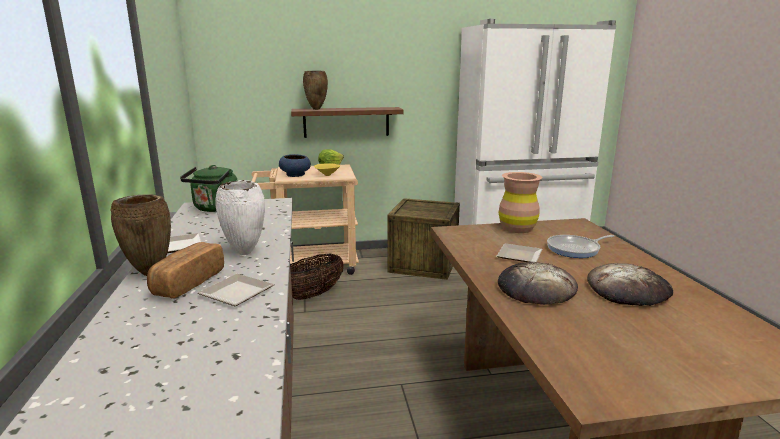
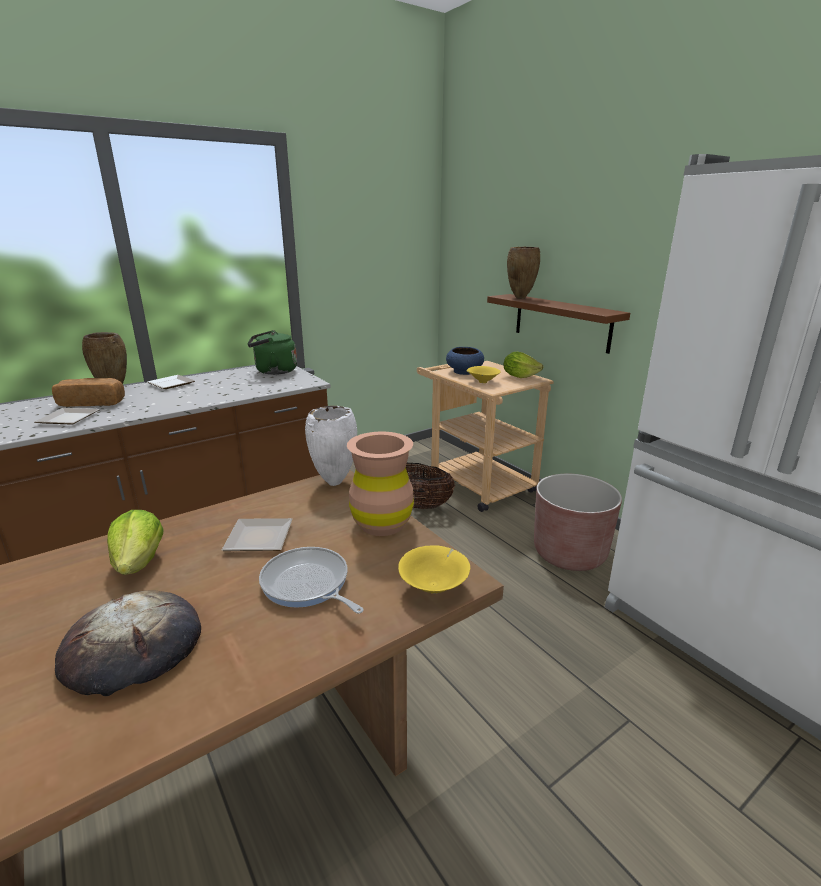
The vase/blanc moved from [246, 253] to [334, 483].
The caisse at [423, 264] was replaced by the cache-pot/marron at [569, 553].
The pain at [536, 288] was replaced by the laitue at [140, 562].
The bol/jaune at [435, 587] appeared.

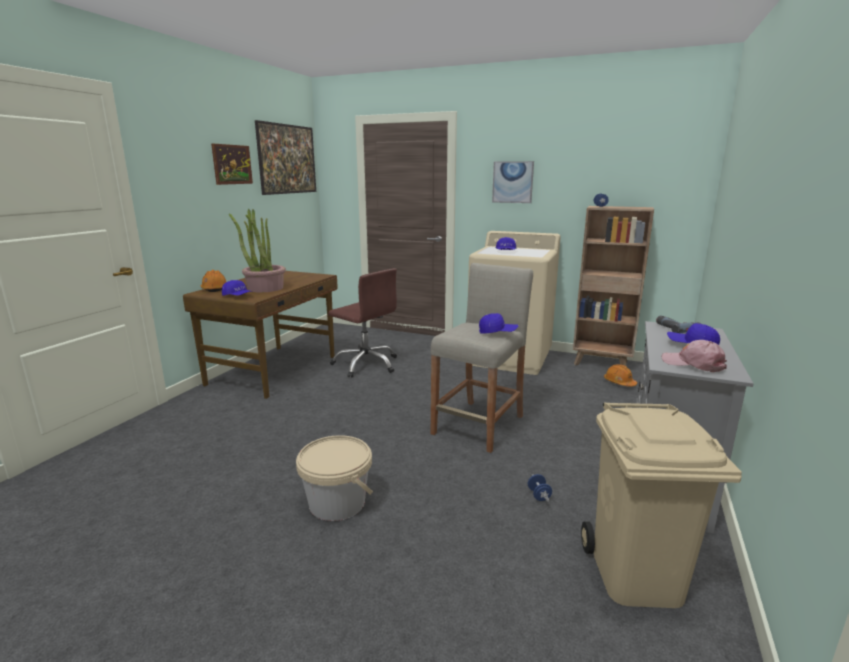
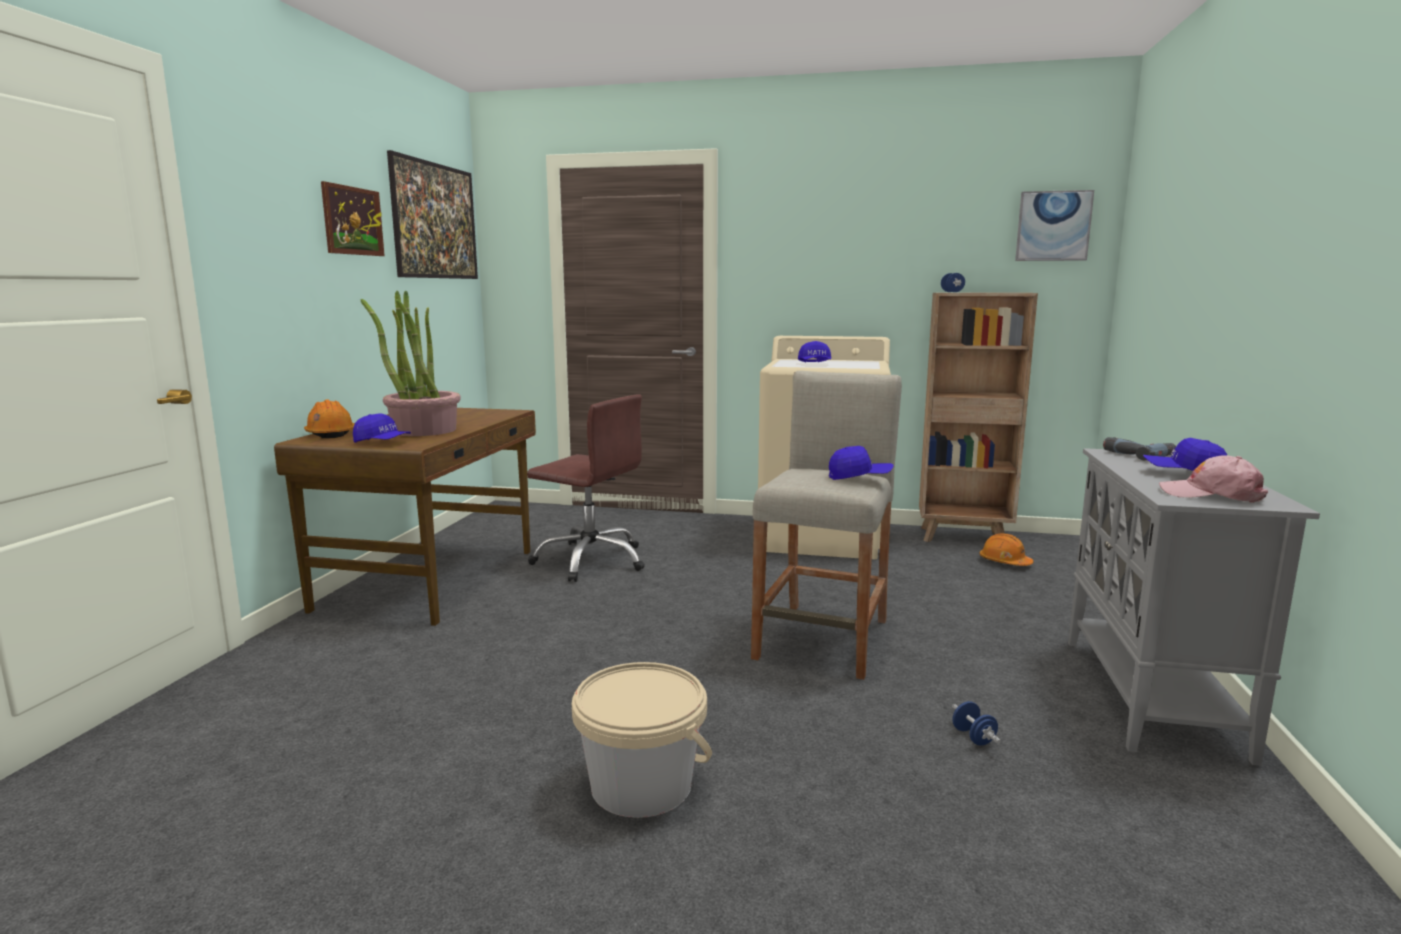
The tableau moved from [512, 182] to [1053, 226].
The poubelle/beige at [634, 574] disappeared.

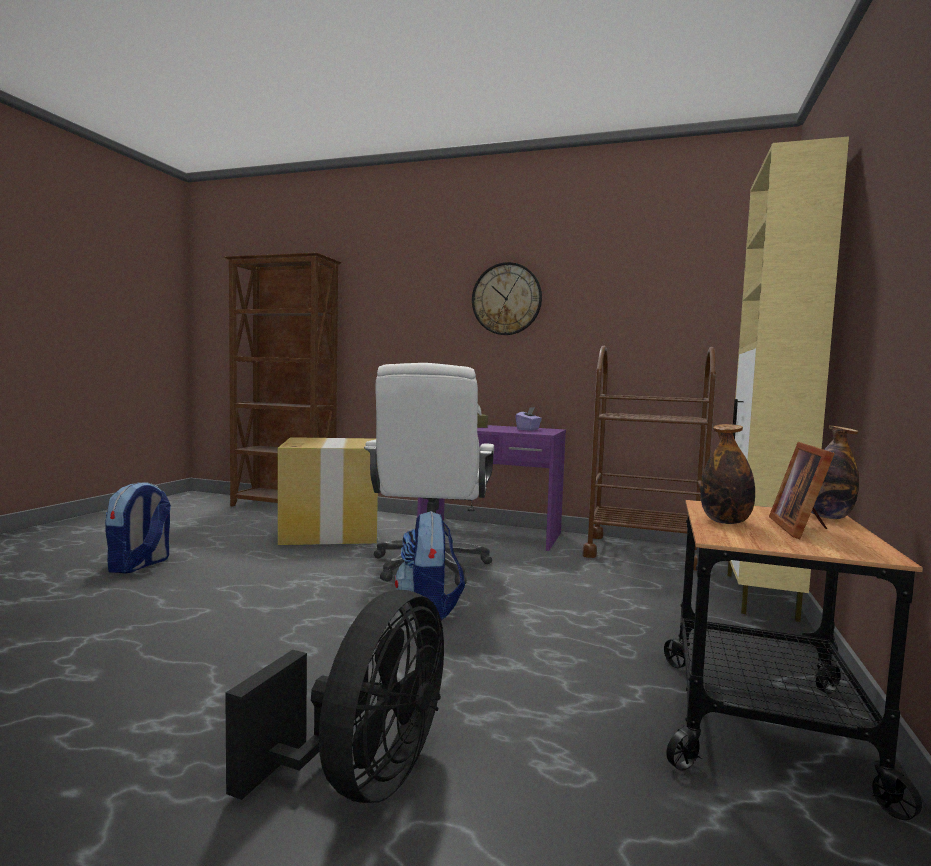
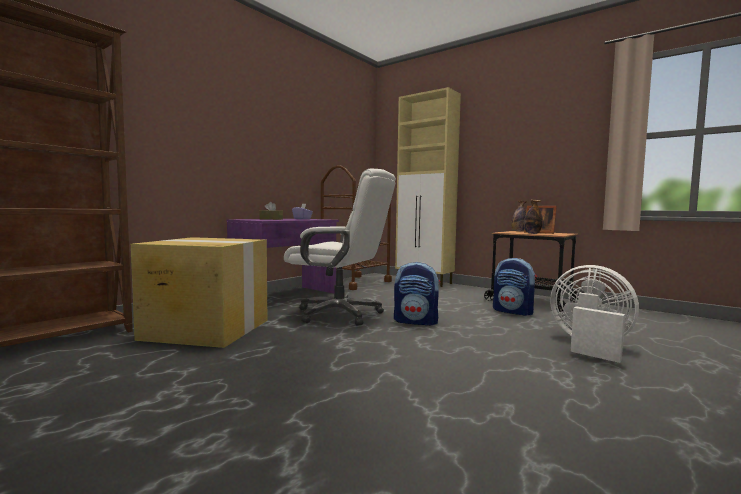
The sac à dos moved from [139, 565] to [513, 311].
The ventilateur/noir at [362, 779] became the ventilateur/blanc at [590, 345].
The horloge murale at [506, 299] disappeared.

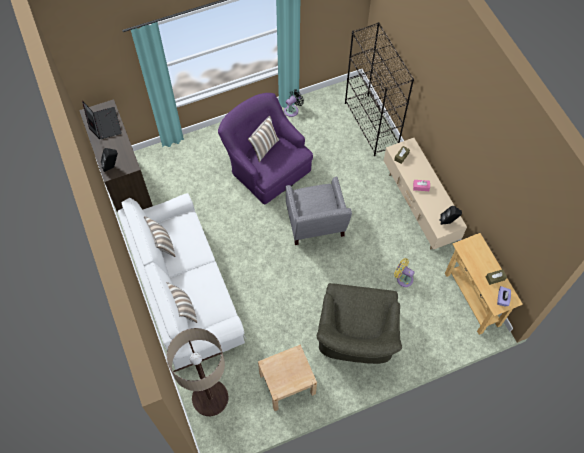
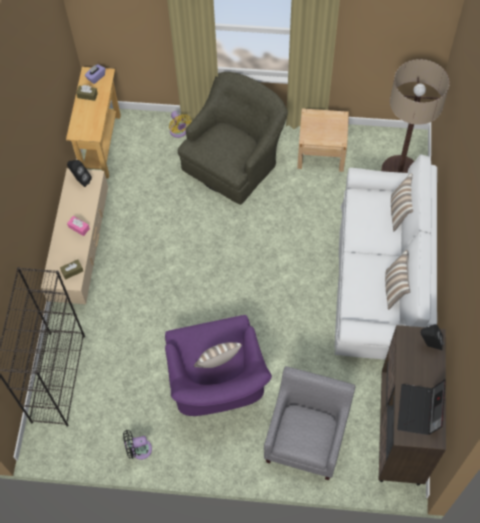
The fauteuil/gris moved from [315, 226] to [307, 438].
The ventilateur/jaune moved from [403, 278] to [179, 132].

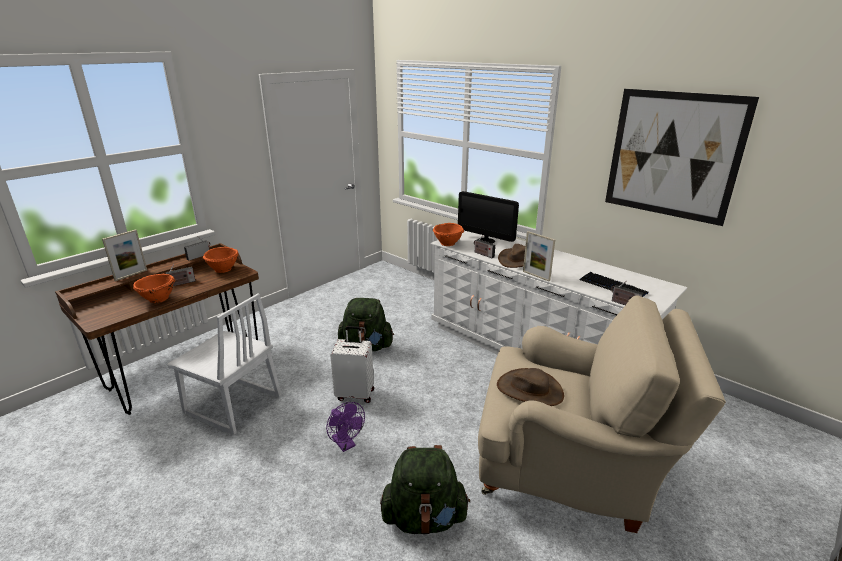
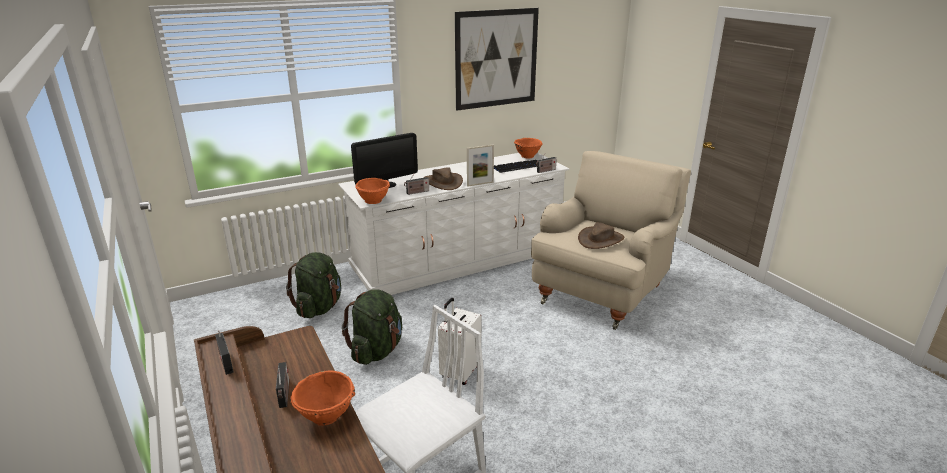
The cadre photo at [131, 275] disappeared.
The bol/orange moved from [224, 269] to [527, 156].
The ventilateur/violet at [346, 444] disappeared.
The sac à dos/vert moved from [424, 518] to [319, 308].

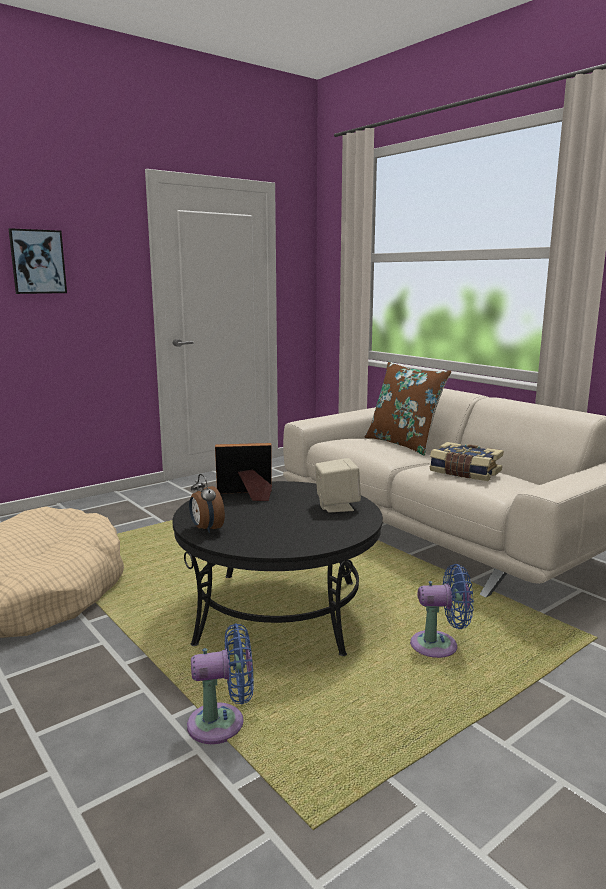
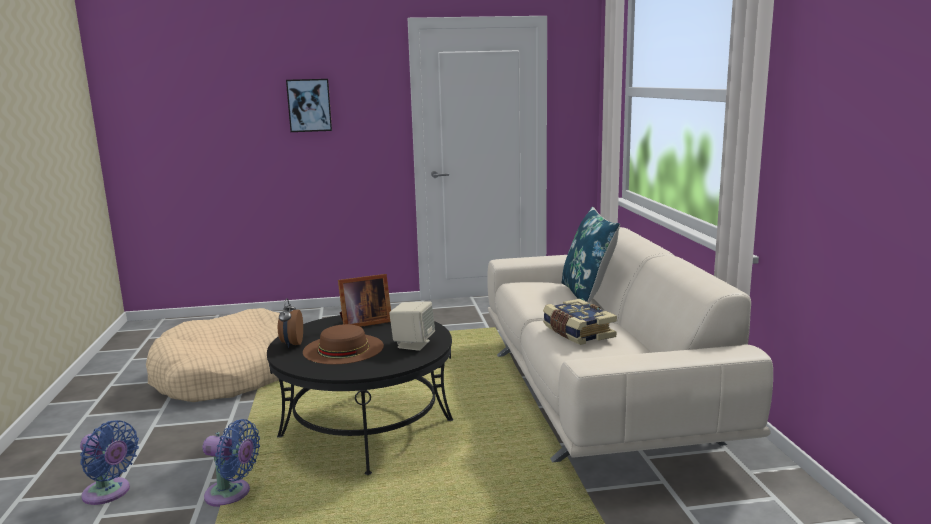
The cadre photo at [247, 495] turned 135 degrees clockwise.
The coussin/marron at [404, 444] became the coussin/bleu at [587, 295].
The ventilateur/bleu moved from [439, 645] to [109, 493].
The chapeau/marron at [343, 349] appeared.

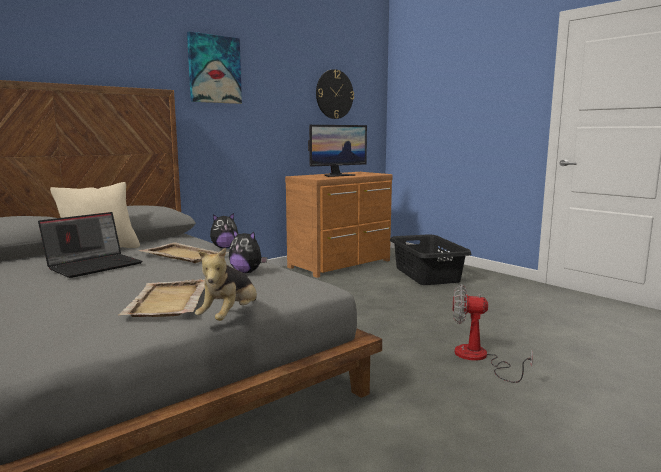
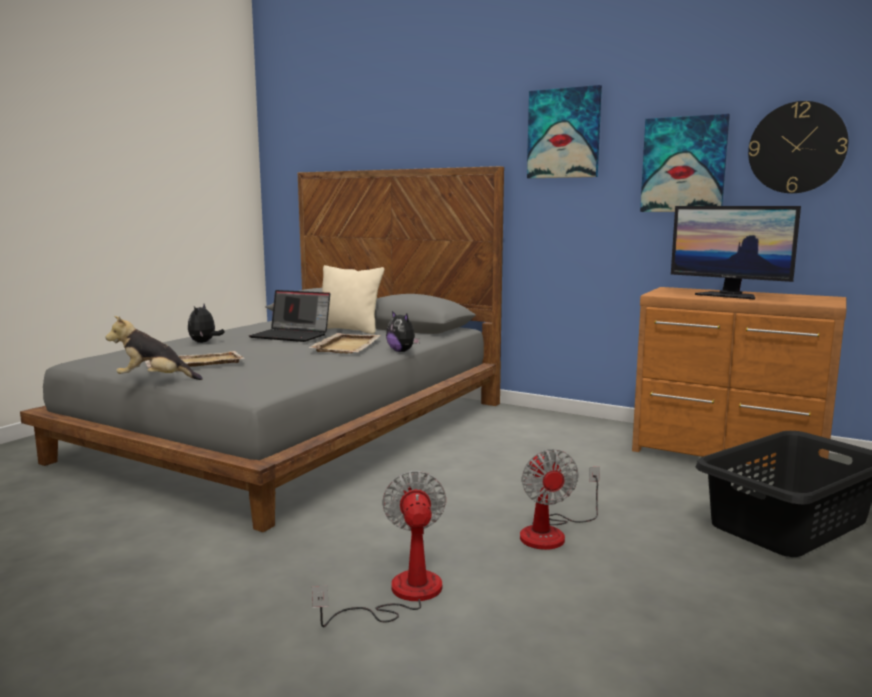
The peluche moved from [247, 272] to [204, 342].
The ventilateur at [552, 533] appeared.
The tableau at [683, 165] appeared.

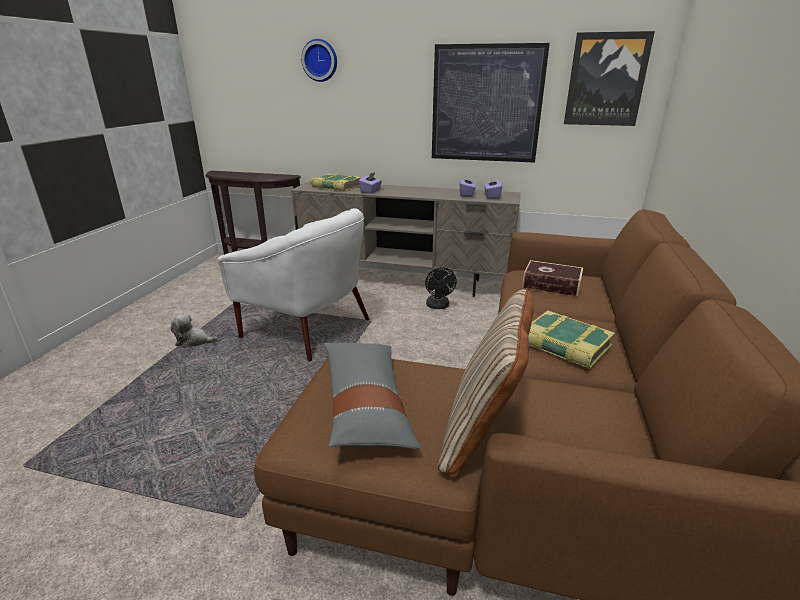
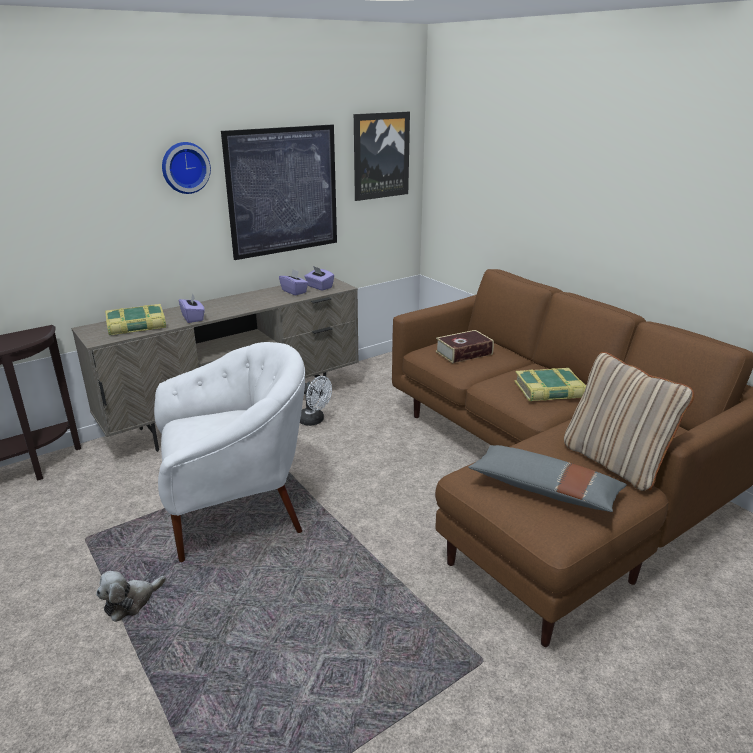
The horloge murale moved from [320, 60] to [185, 167].
The ventilateur/noir at [438, 306] became the ventilateur/blanc at [314, 421].

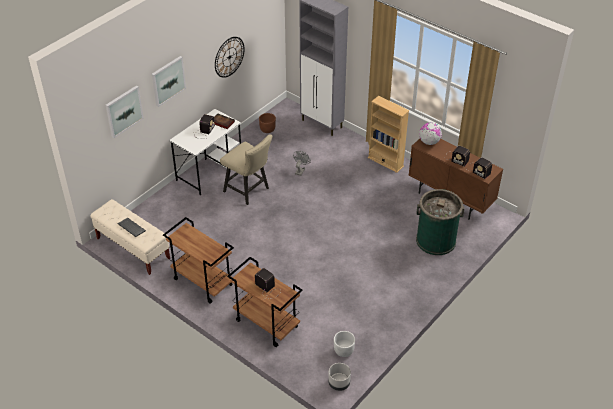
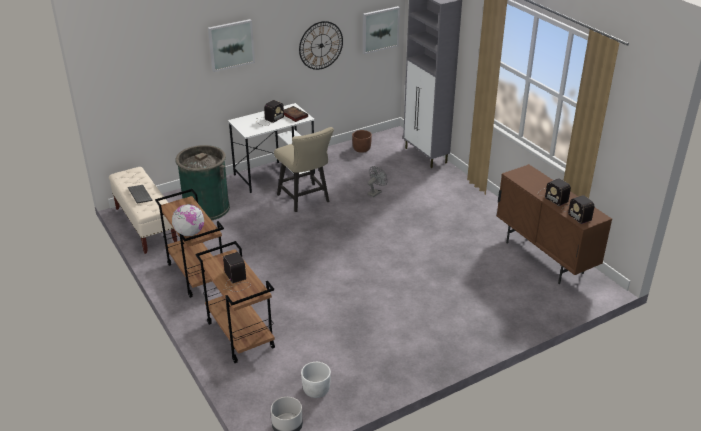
The tableau moved from [124, 111] to [380, 29].
The bibliothèque/beige at [385, 162] disappeared.
The poubelle/vert moved from [435, 240] to [206, 208].
The globe moved from [429, 142] to [189, 233].

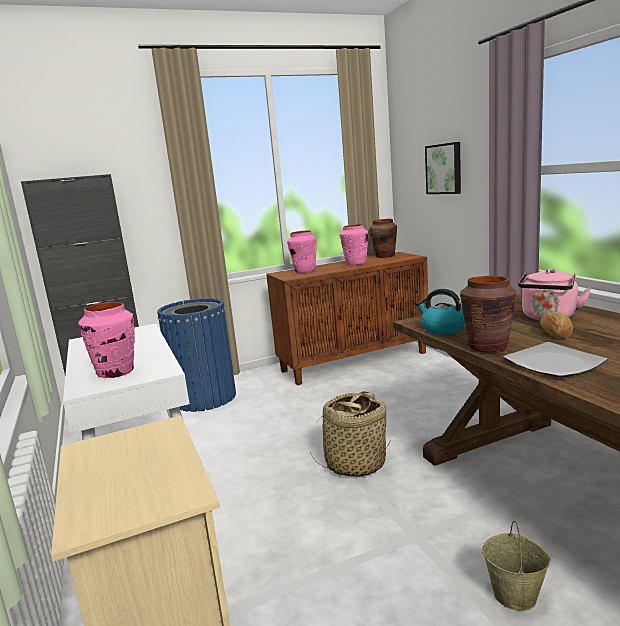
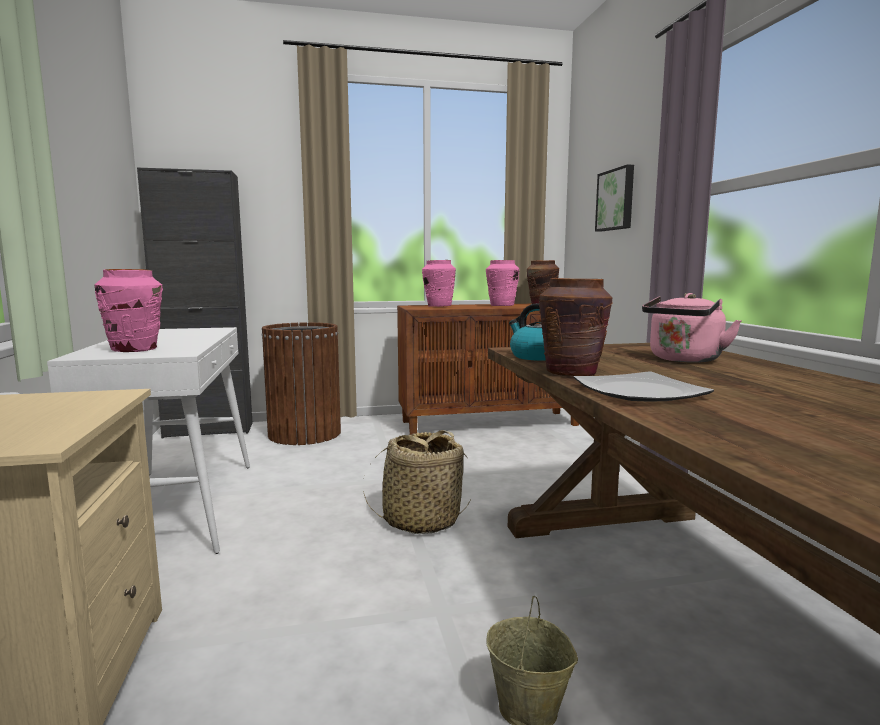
The poubelle/bleu at [205, 398] became the poubelle/marron at [305, 434].
The pain at [555, 334] disappeared.

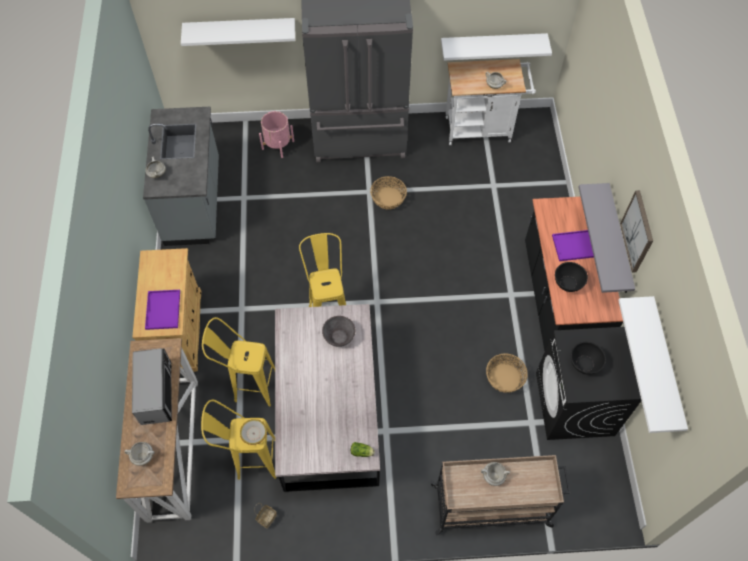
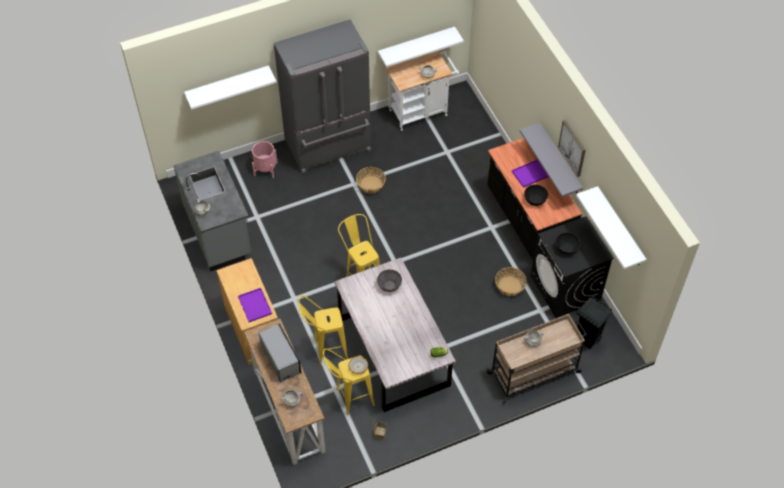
The poubelle/noir at [588, 339] appeared.

